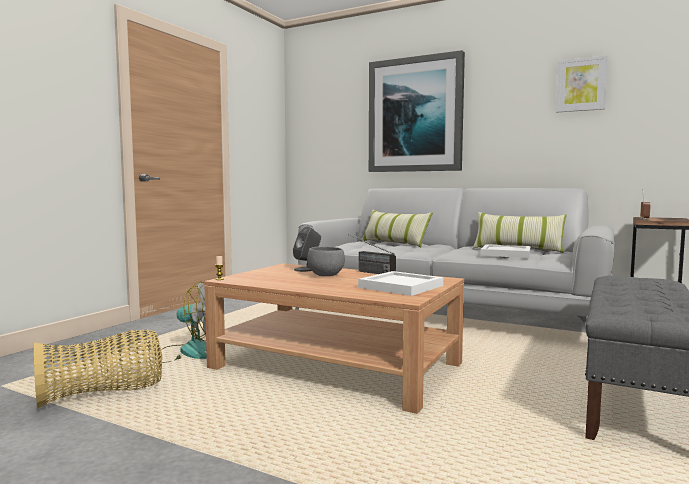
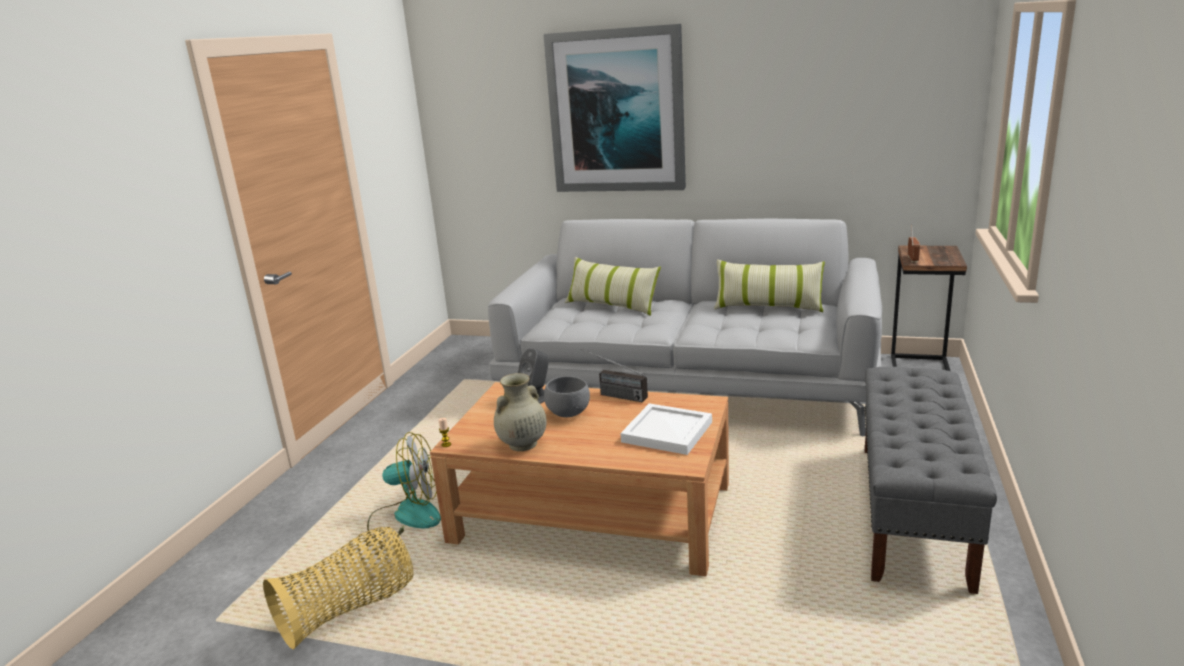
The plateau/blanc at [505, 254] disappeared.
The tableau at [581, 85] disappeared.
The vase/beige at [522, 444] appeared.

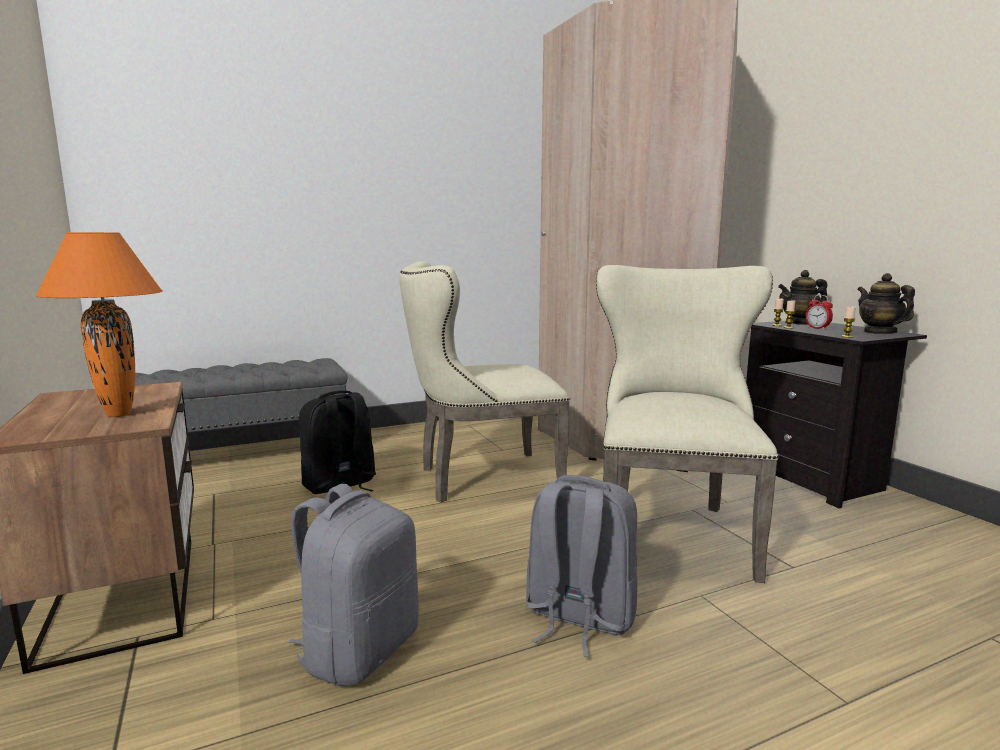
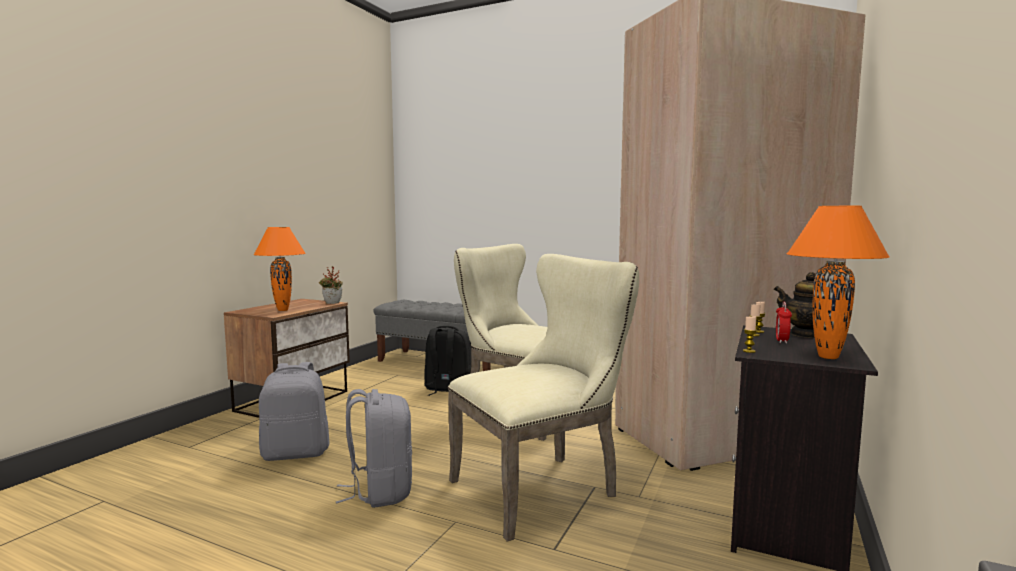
The théière at [879, 332] was replaced by the lampe de table/orange at [827, 357].
The plante en pot at [332, 303] appeared.

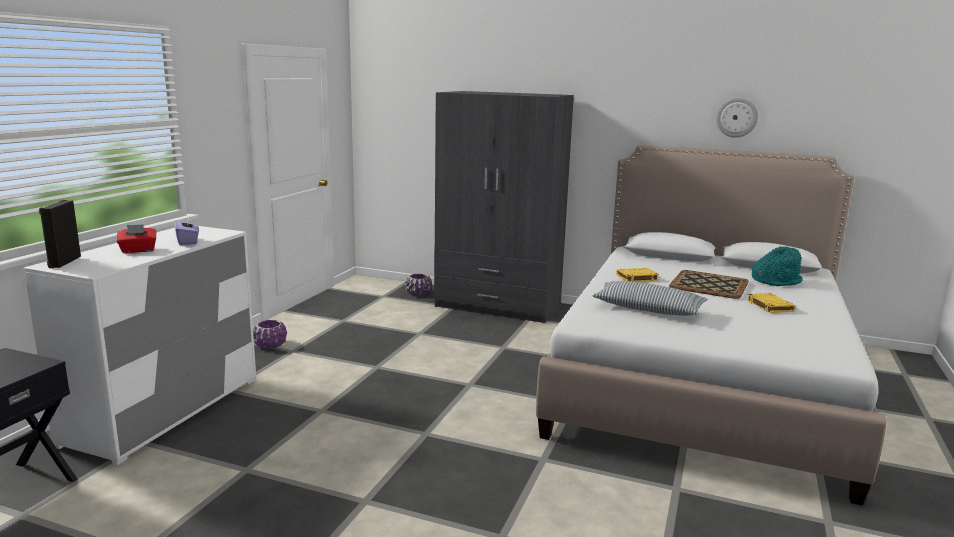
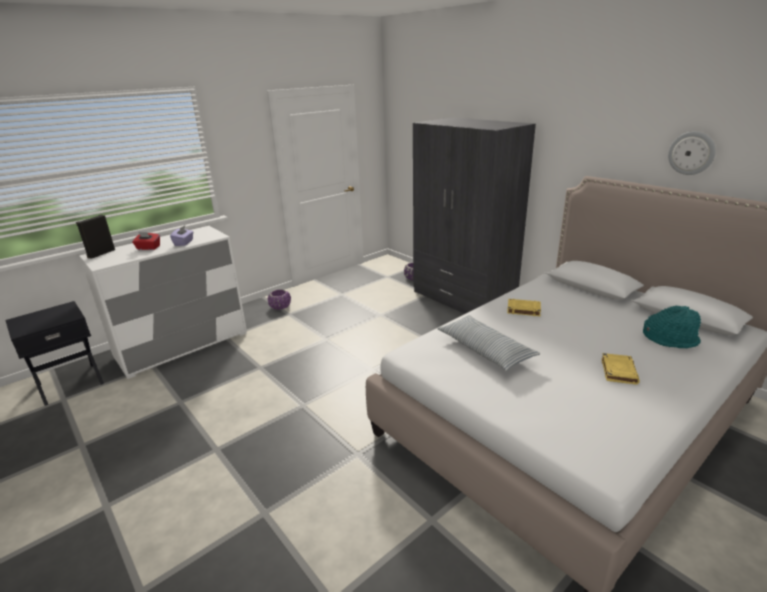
The plateau at [709, 284] disappeared.

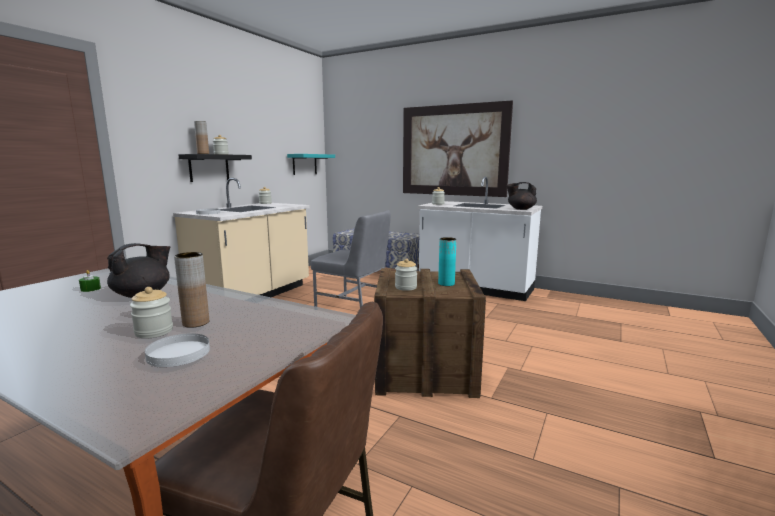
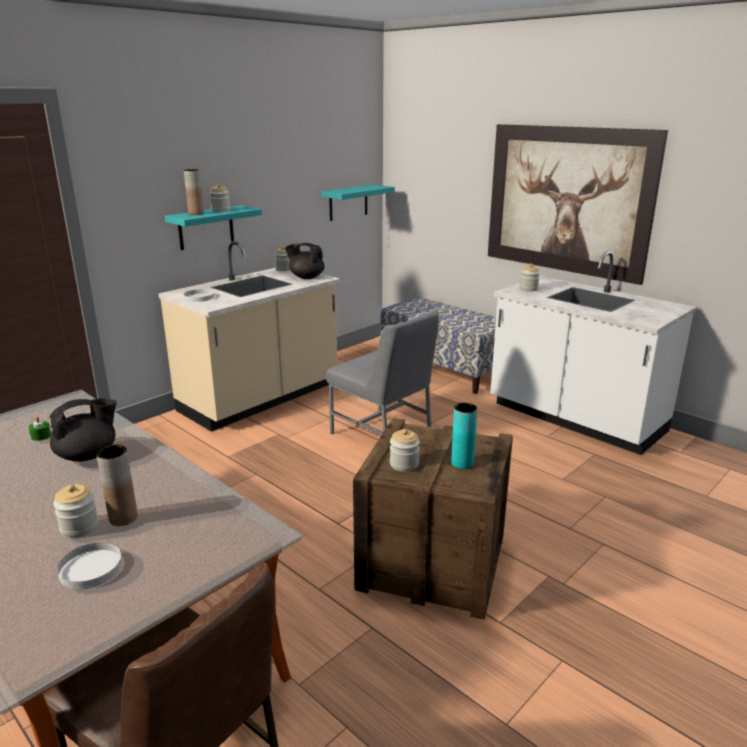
The étagère/noir at [209, 167] became the étagère/turquoise at [206, 227].
The théière/noir moved from [520, 209] to [306, 277].

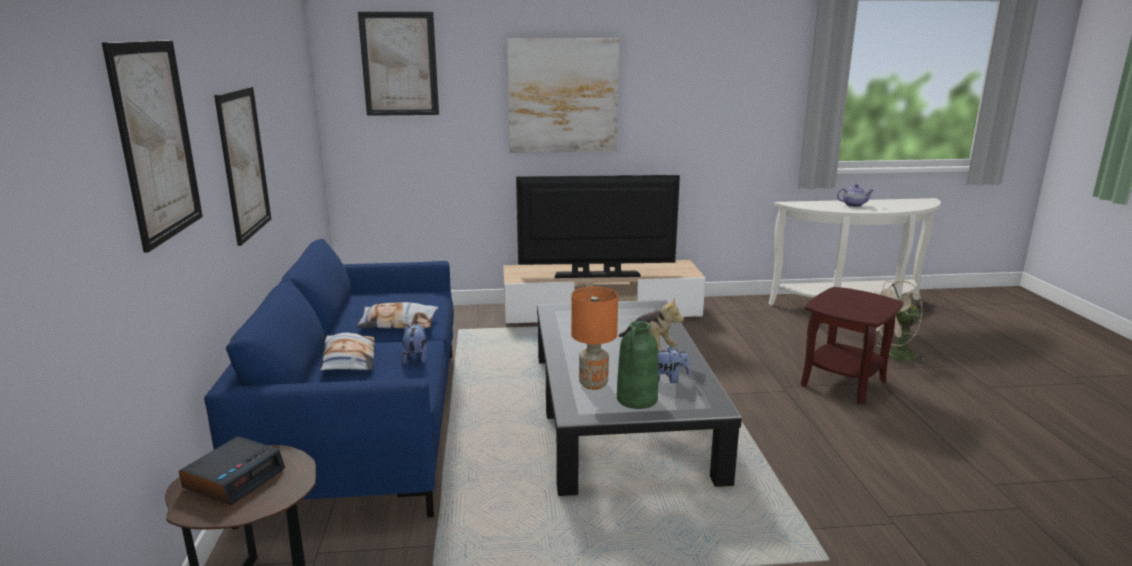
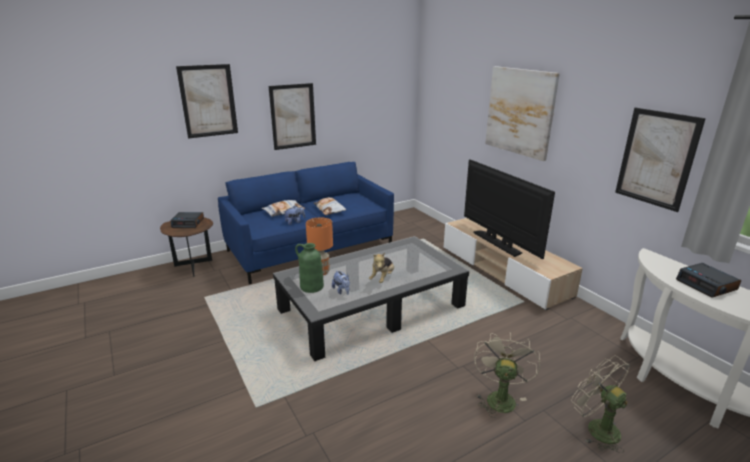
The tableau moved from [399, 64] to [656, 158].
The table d'appoint/marron at [843, 383] was replaced by the ventilateur/beige at [499, 397].
The théière at [854, 205] was replaced by the réveil at [707, 285].

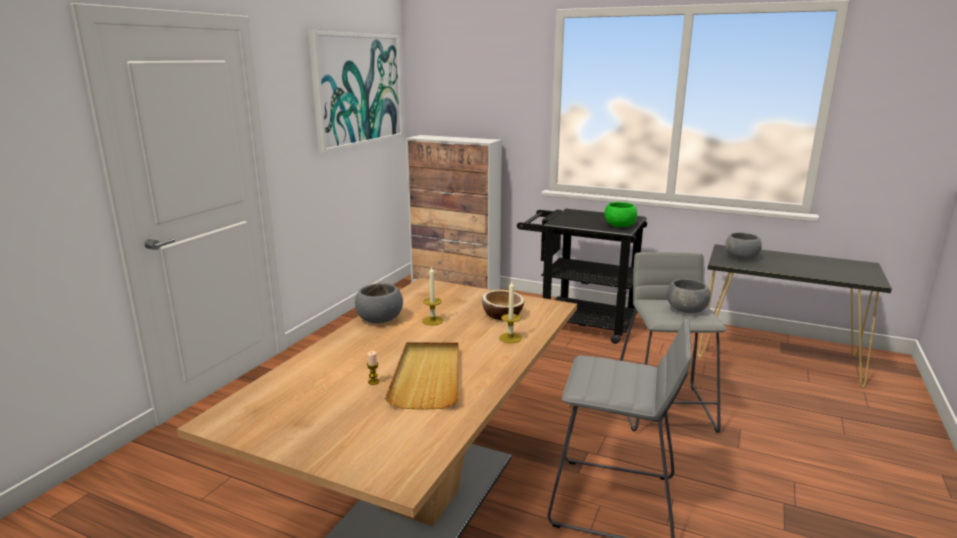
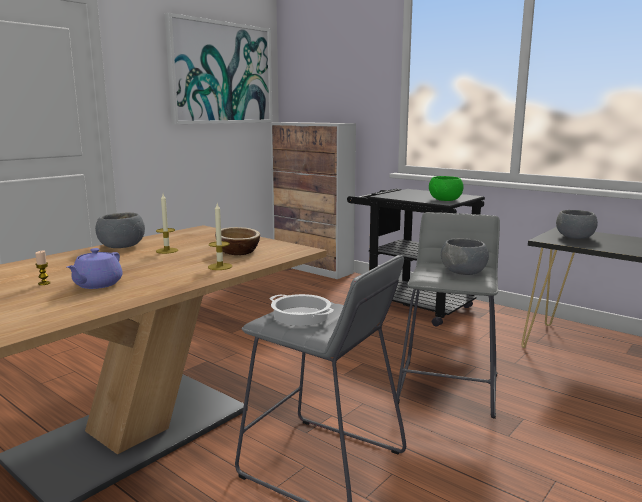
The plateau/beige at [427, 377] was replaced by the théière/violet at [97, 285].
The marmite at [301, 316] appeared.

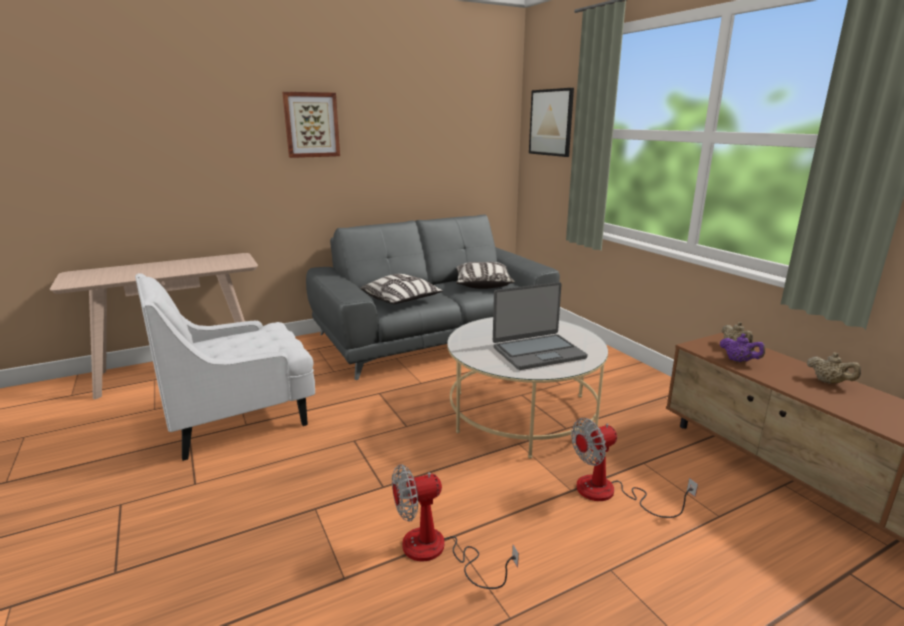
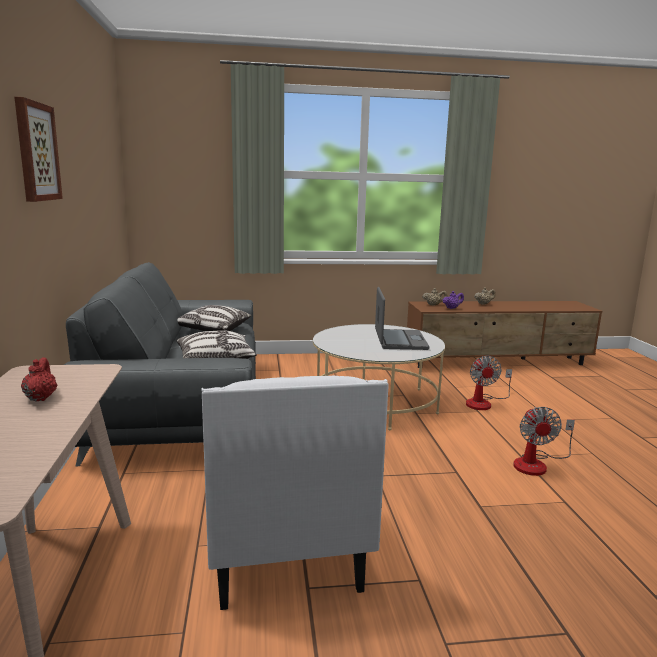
The tableau at [551, 122] disappeared.
The théière/rouge at [41, 398] appeared.

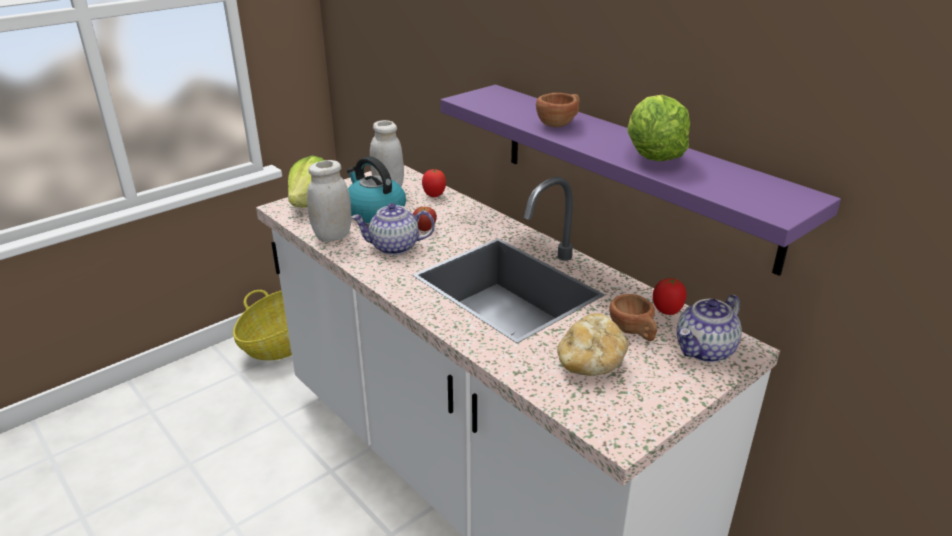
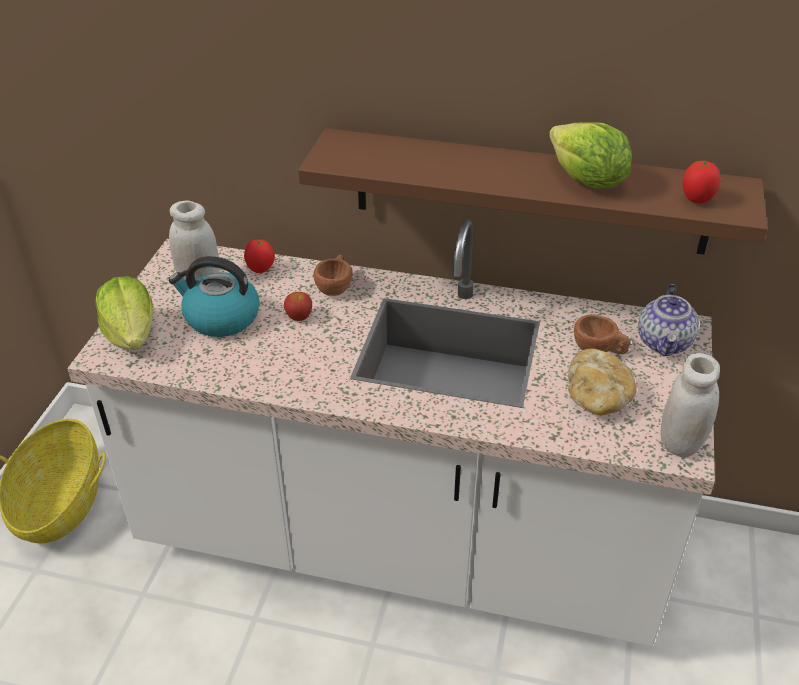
The bocal/blanc moved from [332, 236] to [680, 443].
The théière at [394, 247] disappeared.
The étagère/violet at [632, 171] became the étagère/marron at [530, 191].
The tasse/marron moved from [560, 124] to [335, 287].
The tomate moved from [667, 311] to [696, 200].

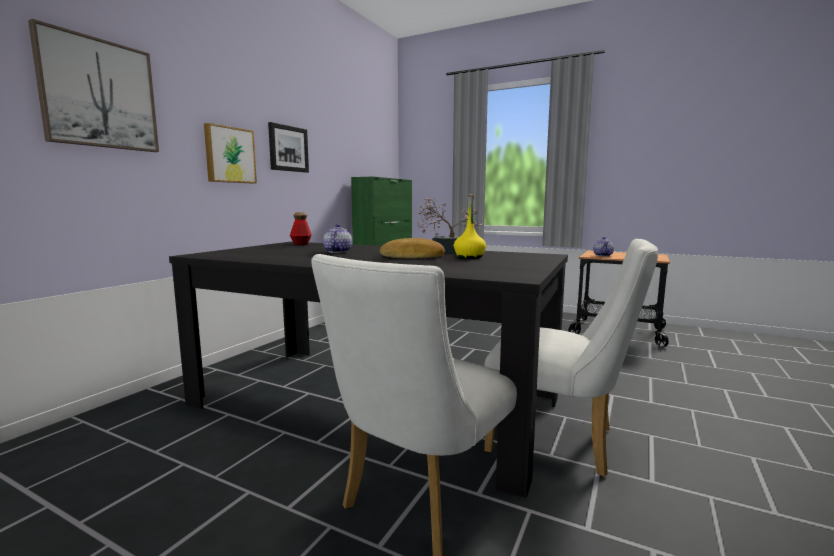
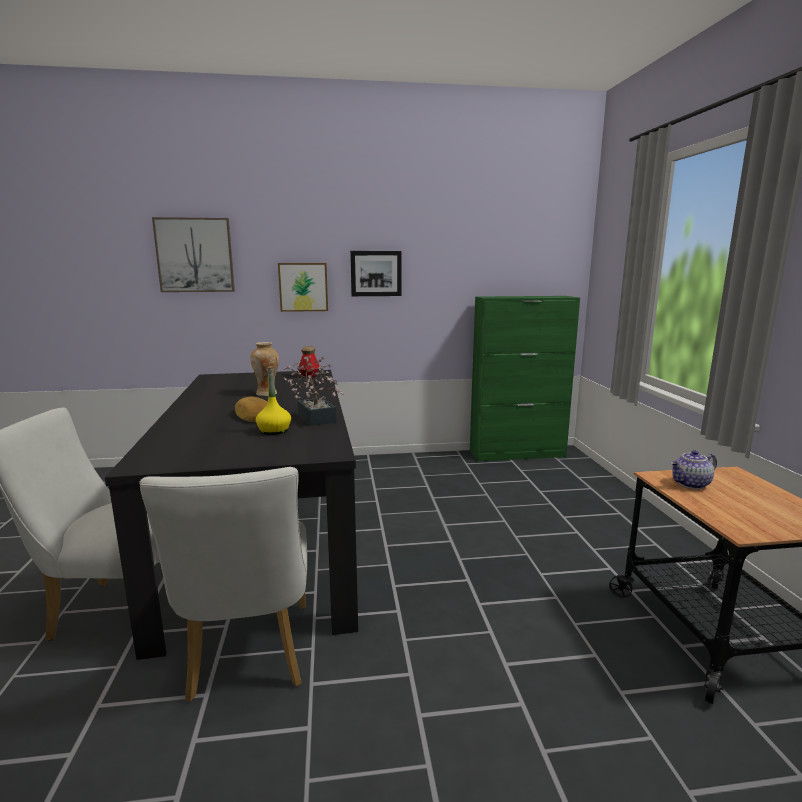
The théière at [337, 251] was replaced by the vase at [267, 394].

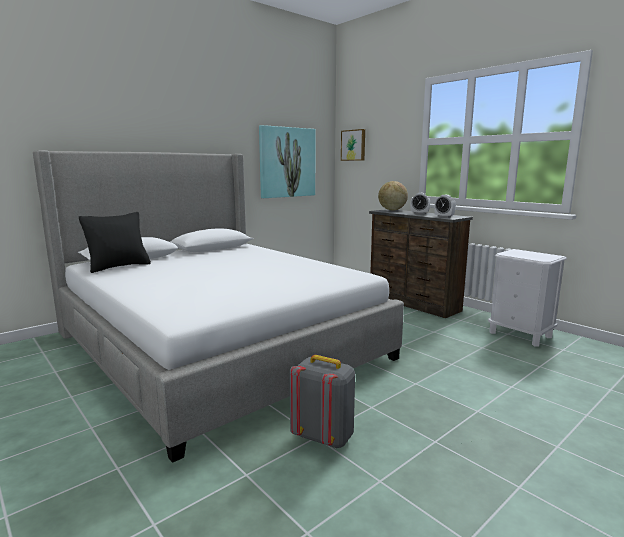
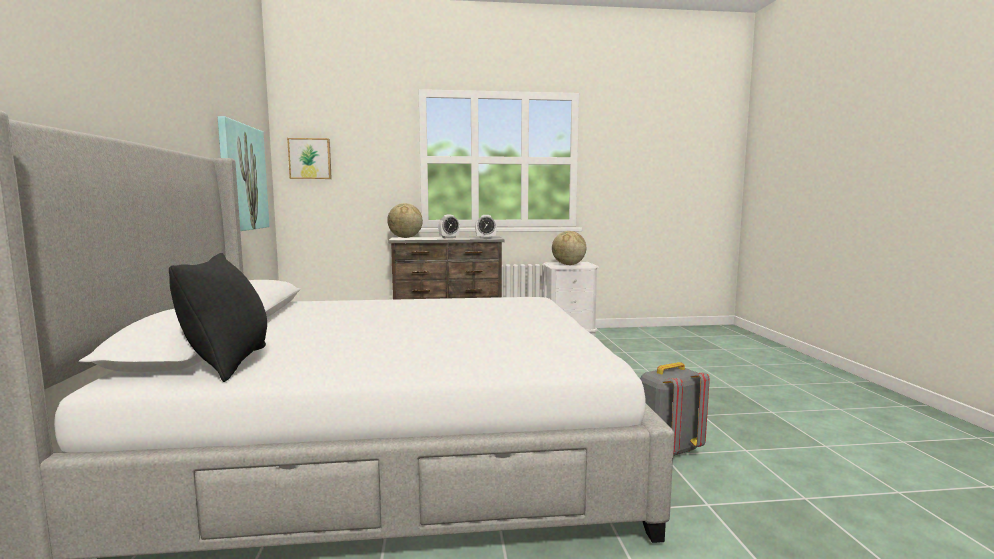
The globe at [568, 265] appeared.

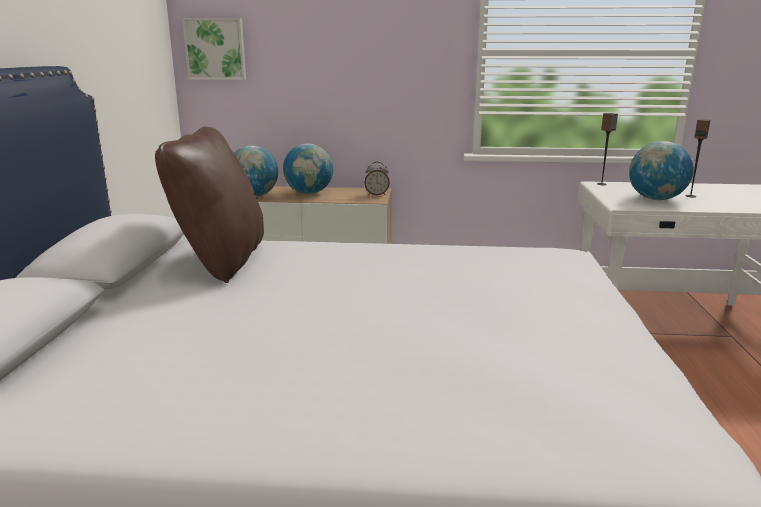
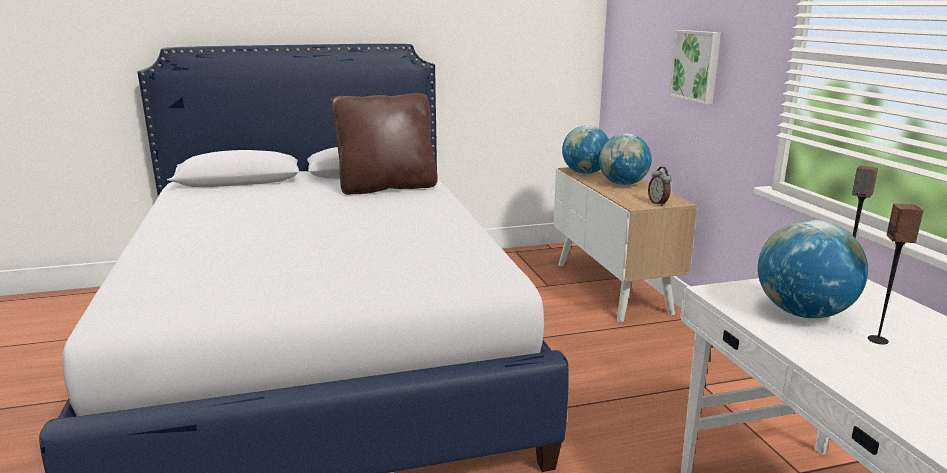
The tableau moved from [215, 49] to [697, 66].

